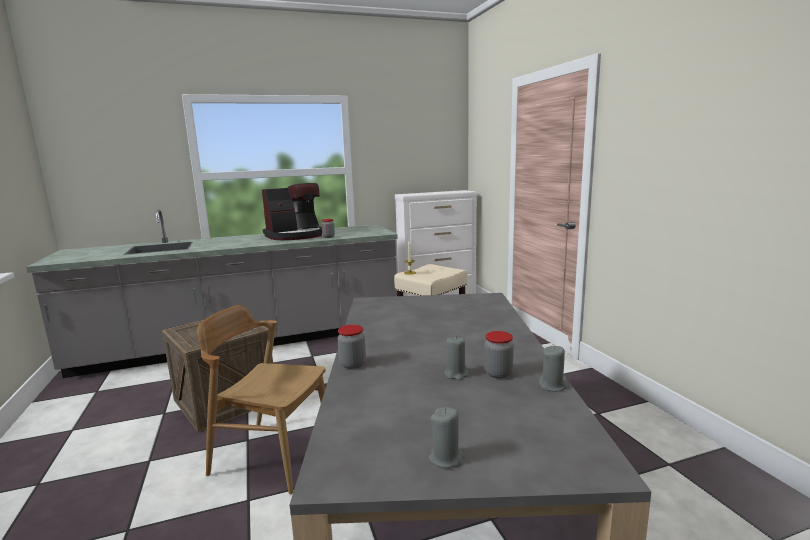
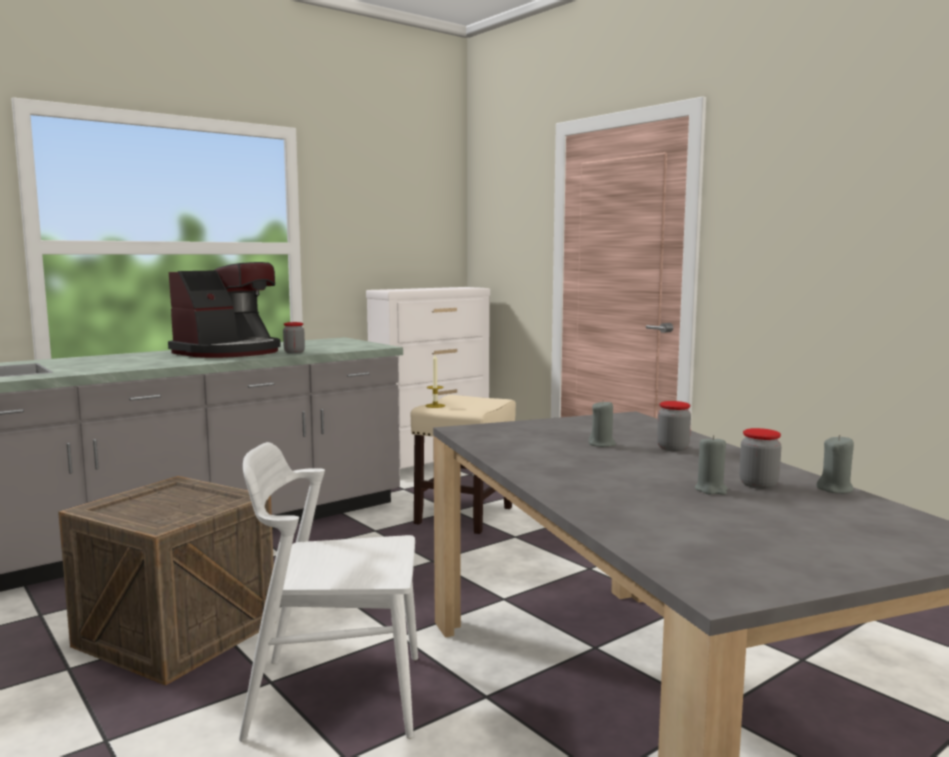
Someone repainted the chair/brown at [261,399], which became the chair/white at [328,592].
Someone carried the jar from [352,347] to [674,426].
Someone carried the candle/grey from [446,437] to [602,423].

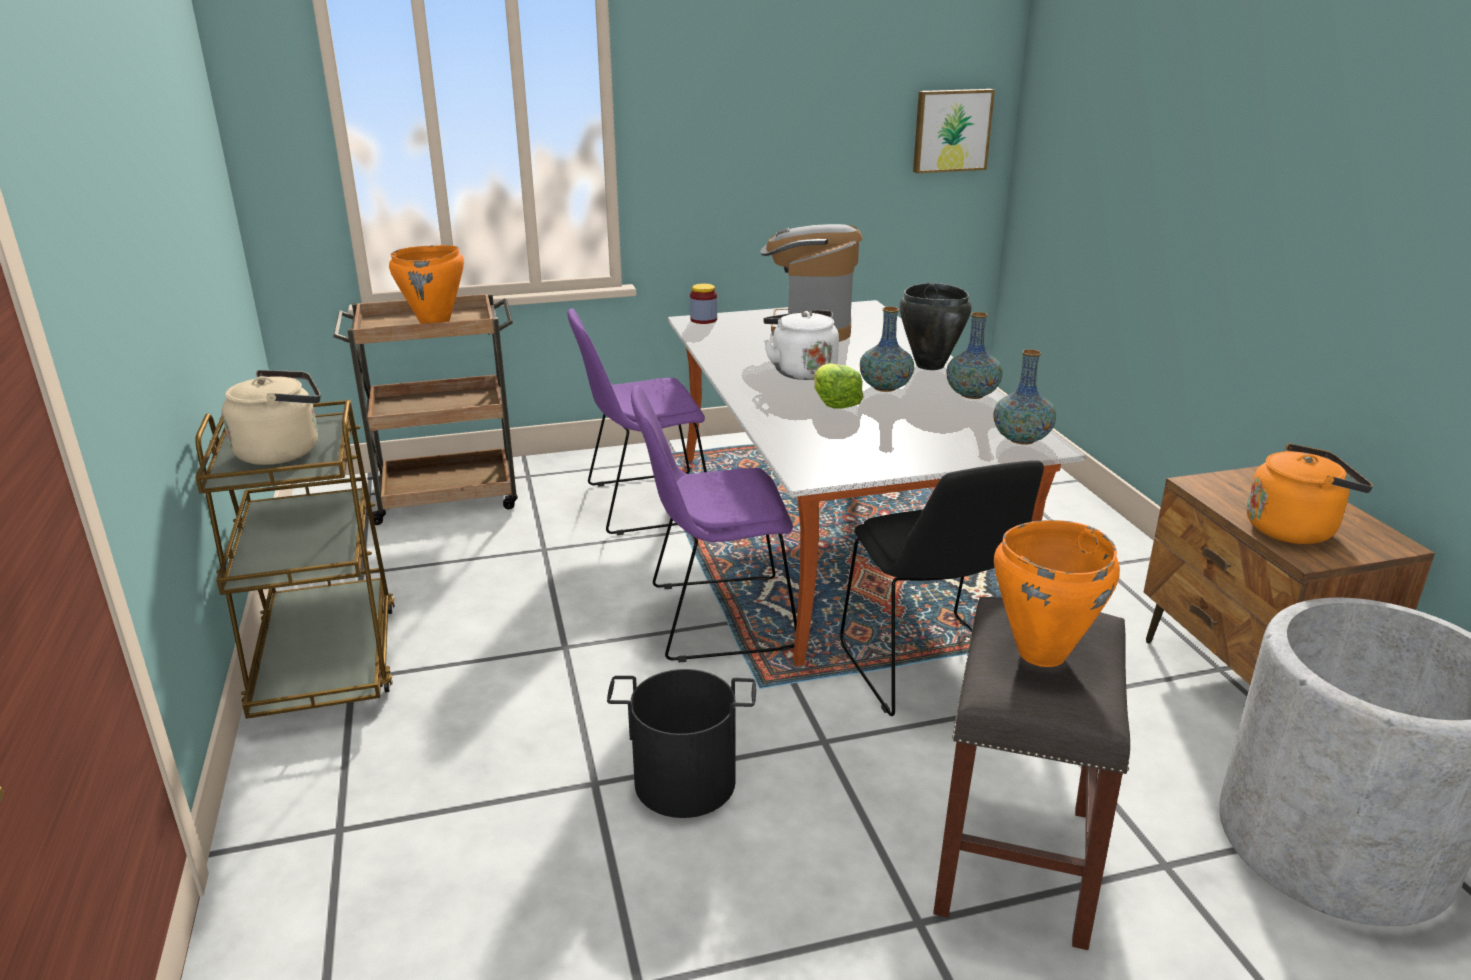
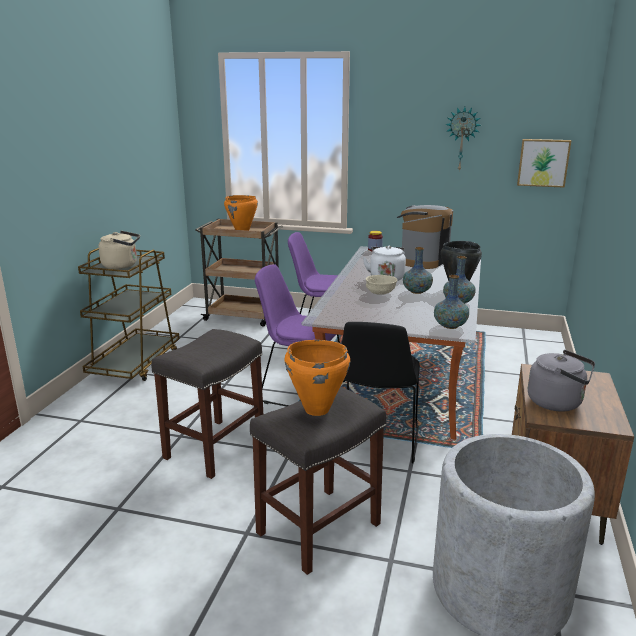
Someone swapped the lettuce at [839,385] for the bowl/beige at [381,285].
Someone repainted the kettle/orange at [1310,494], which became the kettle/grey at [561,380].
Someone swapped the bucket/black at [681,743] for the stool/grey at [207,404].
Someone put up the wall clock at [463,139].

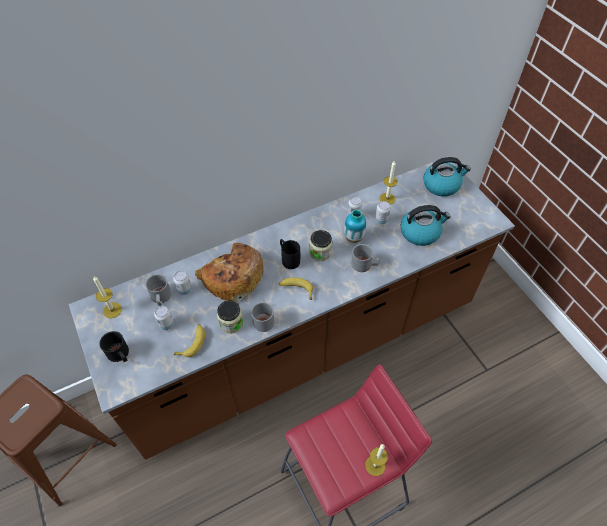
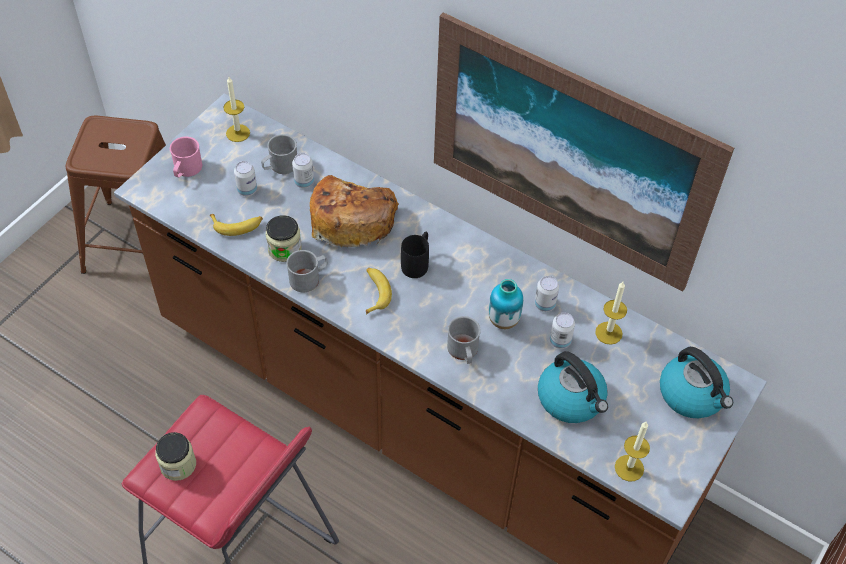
Someone carried the jar from [320,245] to [175,456].
Someone repainted the mug/black at [114,346], which became the mug/pink at [186,157].
Someone carried the candle from [376,460] to [632,451].
Someone put up the picture at [584,152].

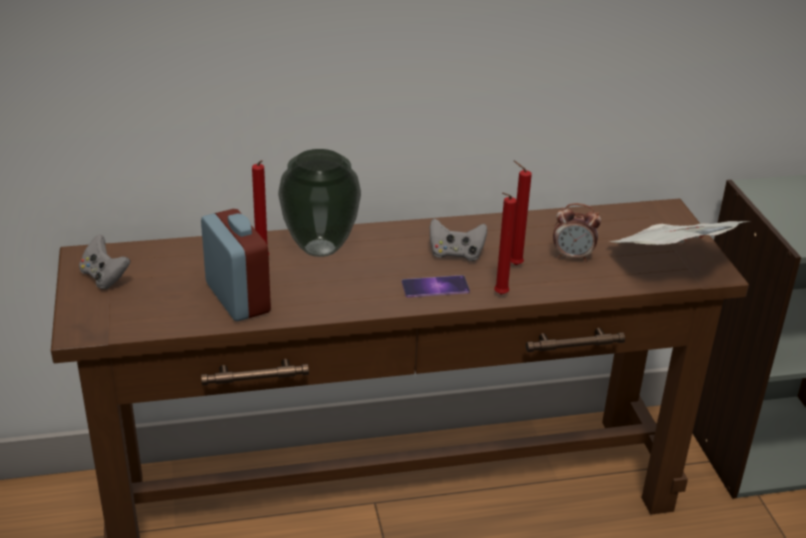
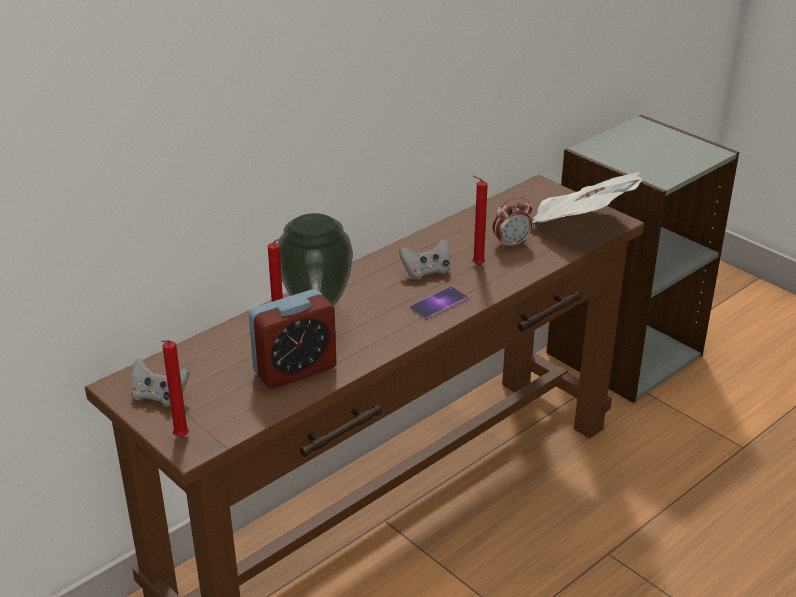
Someone carried the candle/red from [505,243] to [175,388].
Someone rotated the alarm clock at [236,265] by 120 degrees clockwise.

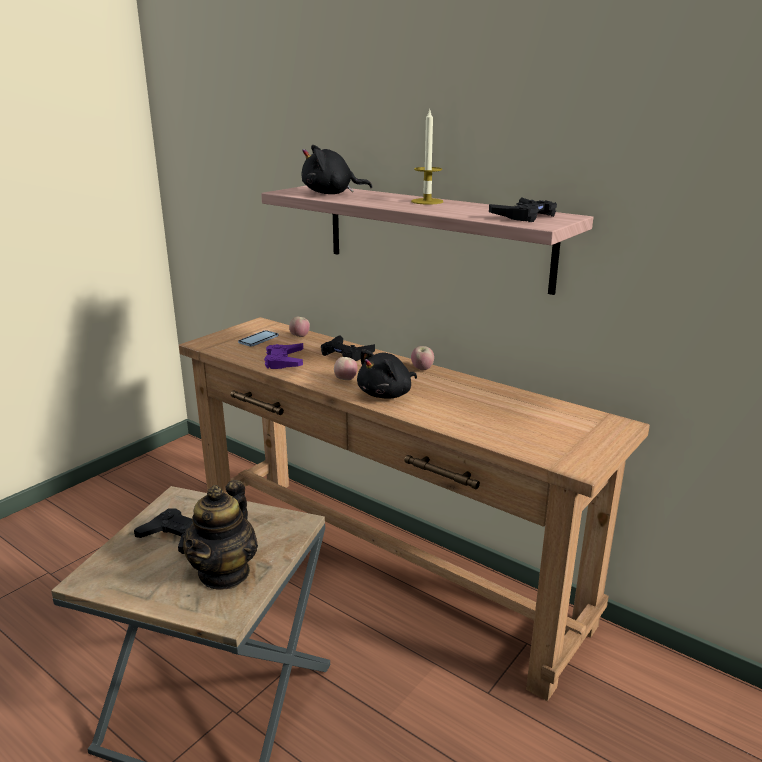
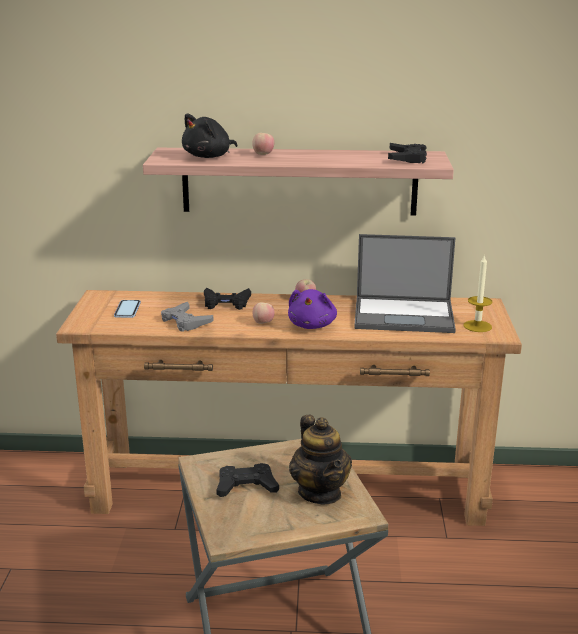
Someone carried the candle from [427,157] to [478,293].
Someone carried the apple from [299,327] to [263,144].
Someone repainted the game controller/purple at [283,356], which became the game controller/grey at [187,317].
Someone repainted the plush toy/black at [387,373], which became the plush toy/purple at [312,309].
Someone put down the laptop at [405,283].

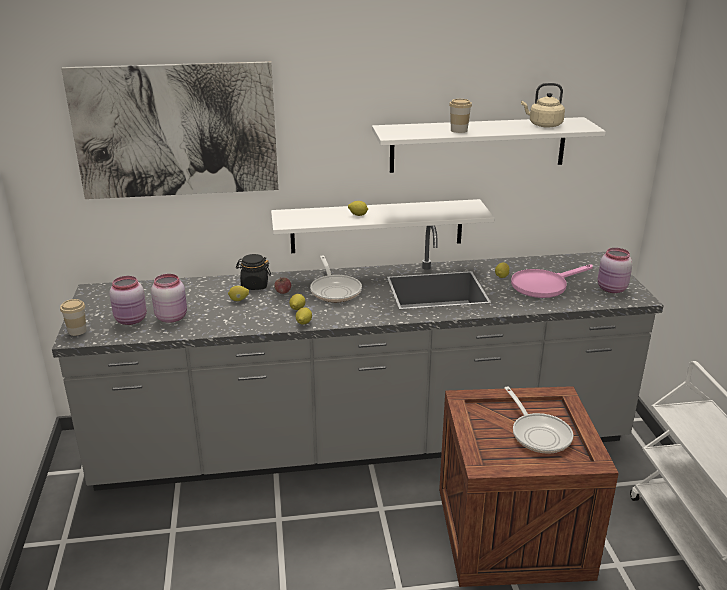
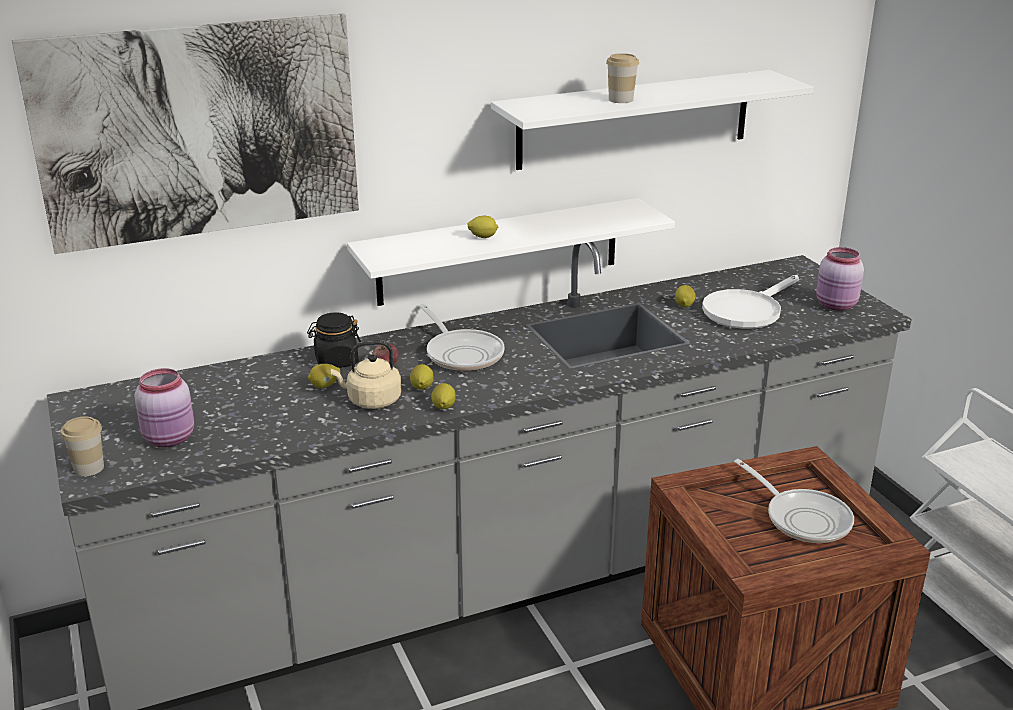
Someone carried the kettle/beige from [543,105] to [365,374].
Someone repainted the frying pan/pink at [552,281], which became the frying pan/white at [750,302].
Someone took away the jar/pink at [169,298].

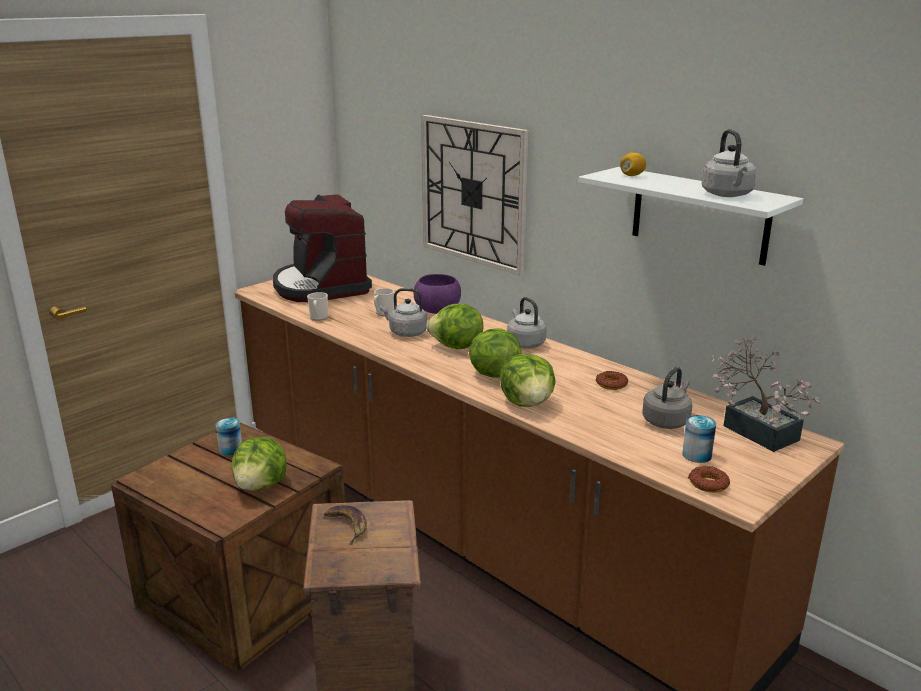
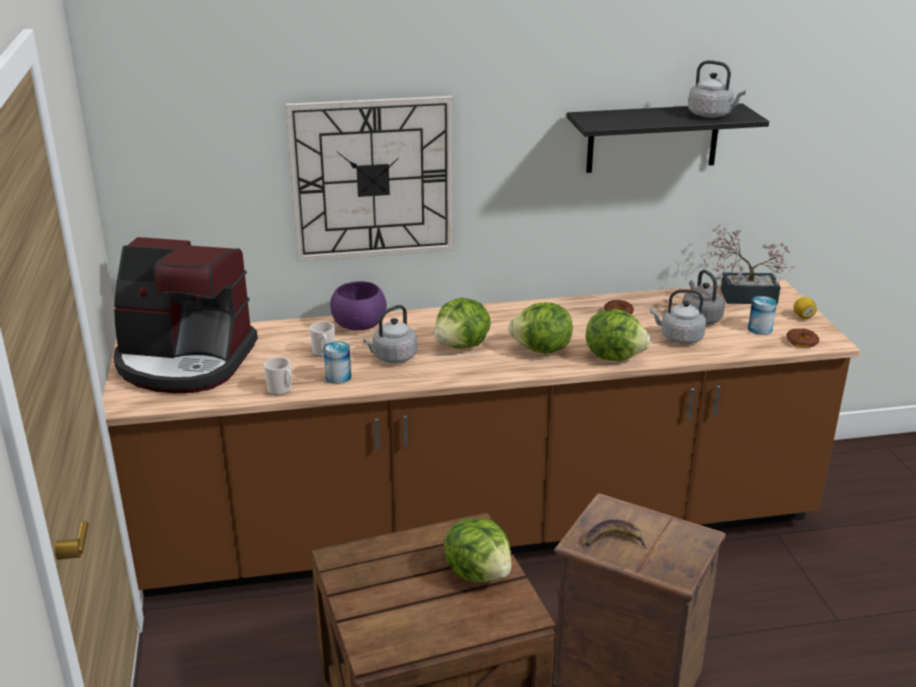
Someone carried the lemon from [633,164] to [805,308].
Someone repainted the shelf/white at [690,216], which became the shelf/black at [668,138].
Someone carried the kettle/grey from [527,322] to [678,316].
Someone carried the can from [229,436] to [337,362].

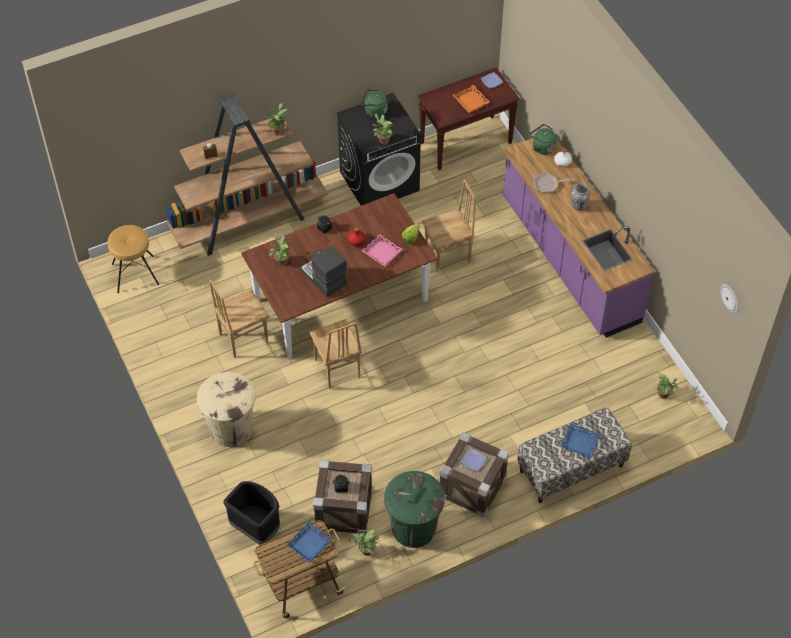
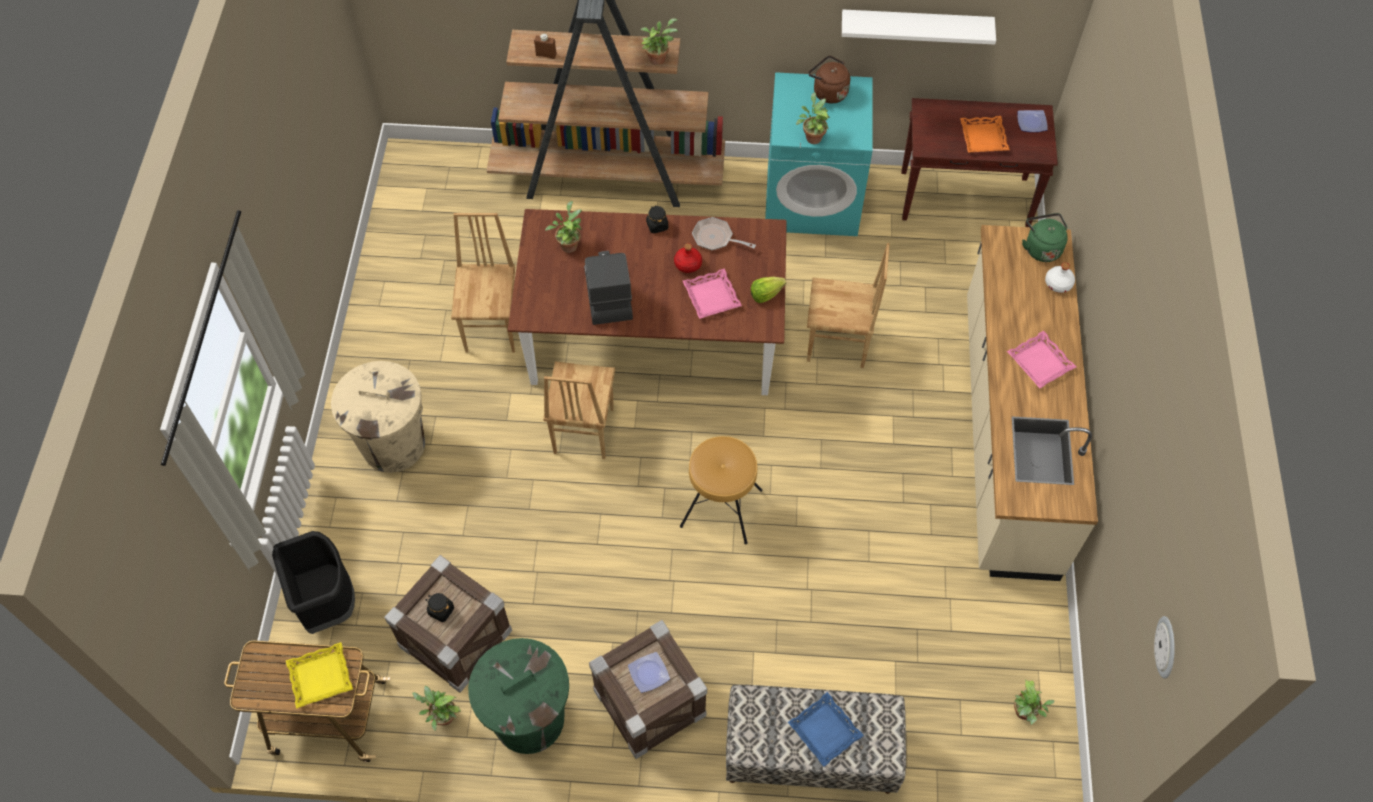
Someone repainted the kettle/green at [374,103], which became the kettle/brown at [829,79].
Someone repainted the washing machine/black at [379,149], which became the washing machine/turquoise at [819,154].
Someone repainted the counter/purple at [579,238], which became the counter/beige at [1032,403].
Someone carried the frying pan from [554,183] to [724,233].
Someone swapped the vase at [580,197] for the tray/pink at [1041,359].
Someone carried the stool/brown from [133,259] to [721,490].
Someone rotated the chair/brown at [239,318] by 90 degrees clockwise.
Someone repainted the tray/blue at [309,542], which became the tray/yellow at [319,675].
Someone put up the shelf/white at [919,27].

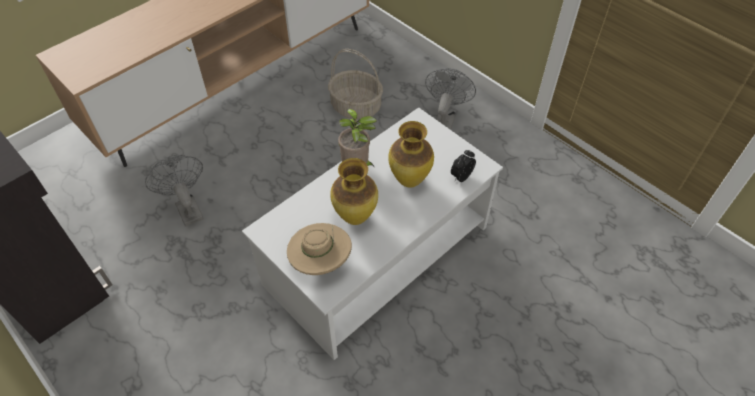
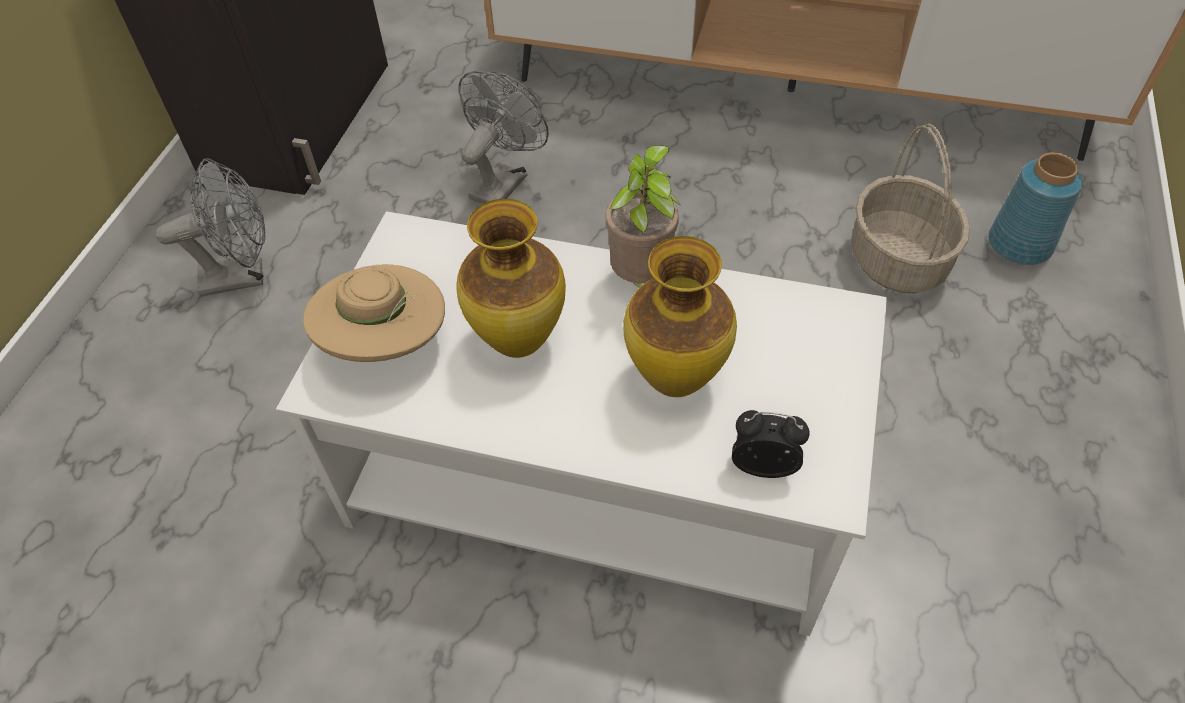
Someone carried the fan/grey from [450,99] to [211,227].
Someone put down the vase/blue at [1035,208].

